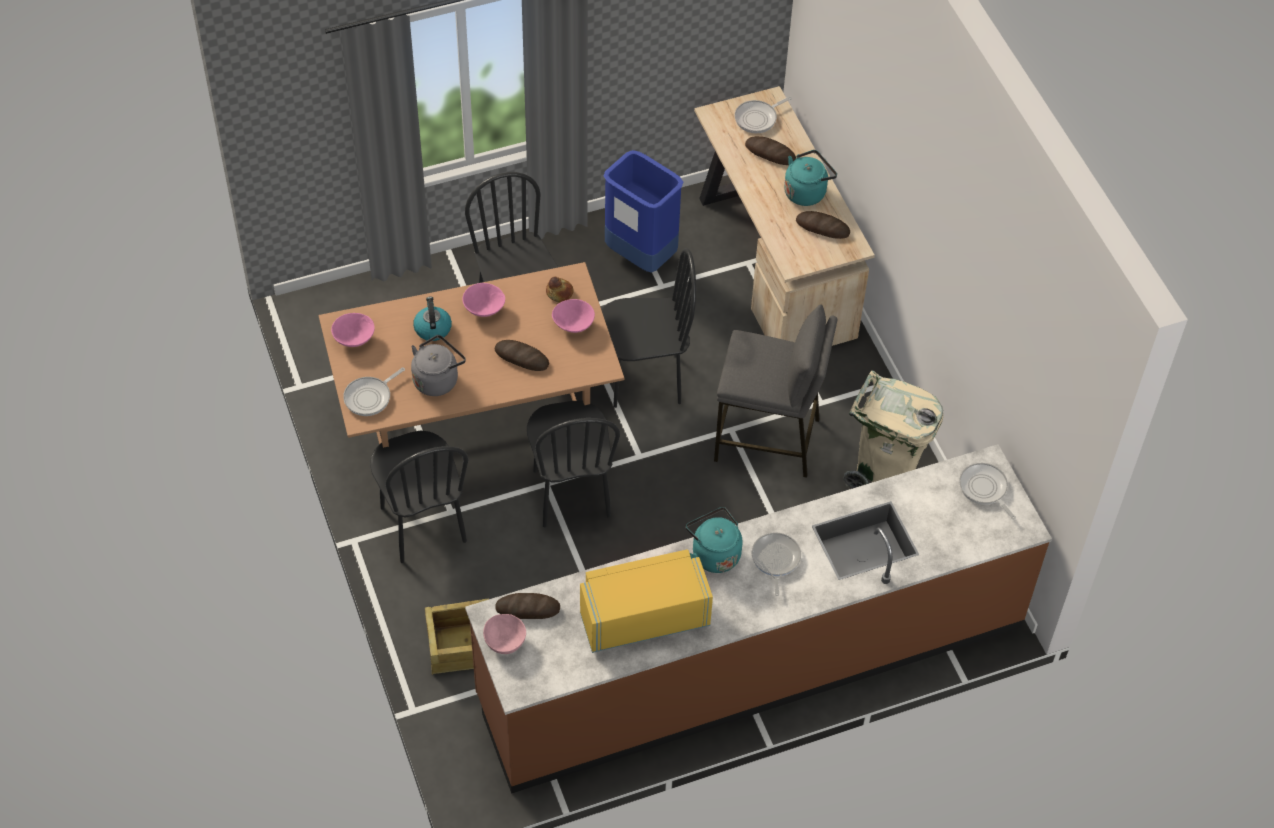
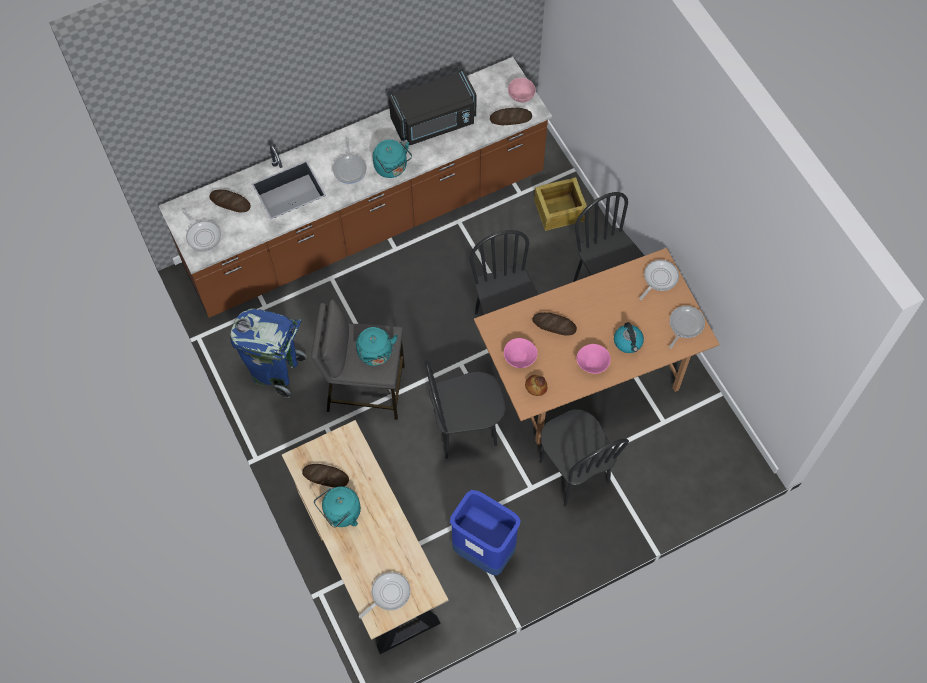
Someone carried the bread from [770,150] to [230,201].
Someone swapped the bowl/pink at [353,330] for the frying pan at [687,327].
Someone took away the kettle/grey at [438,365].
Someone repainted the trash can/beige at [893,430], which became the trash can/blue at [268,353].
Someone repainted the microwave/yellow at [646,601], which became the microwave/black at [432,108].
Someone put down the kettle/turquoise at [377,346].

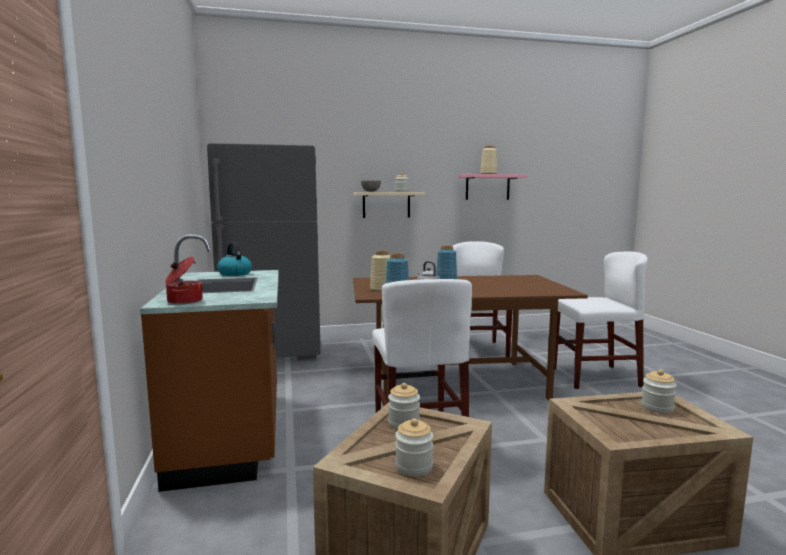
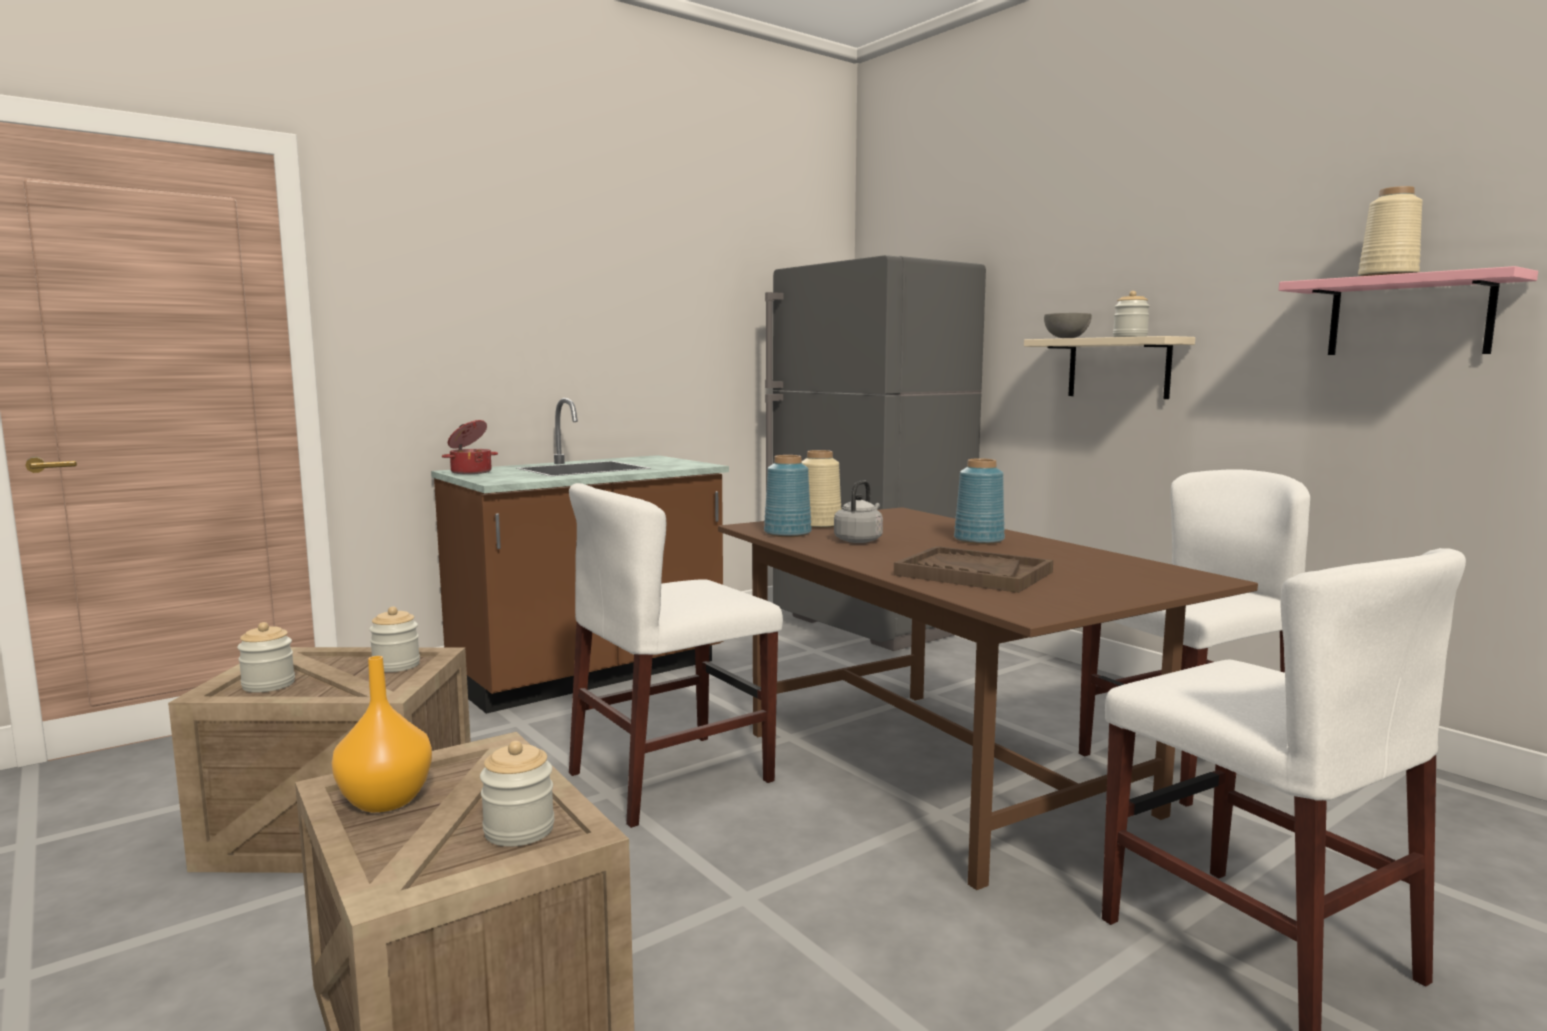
Someone took away the kettle at [234,259].
Someone put down the tray/brown at [973,569].
Someone put down the vase/orange at [382,734].

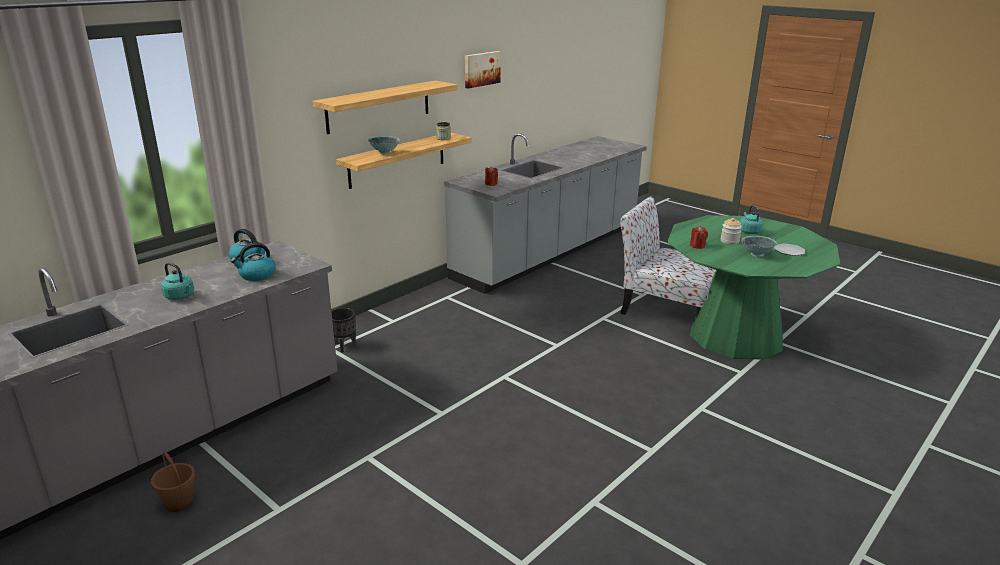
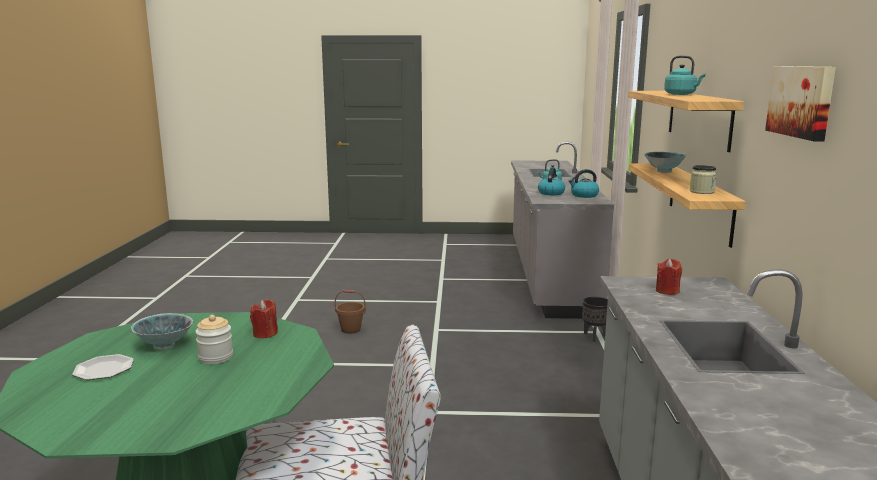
Someone carried the kettle/turquoise from [751,219] to [685,75].
Someone carried the bucket/brown from [173,482] to [350,312].

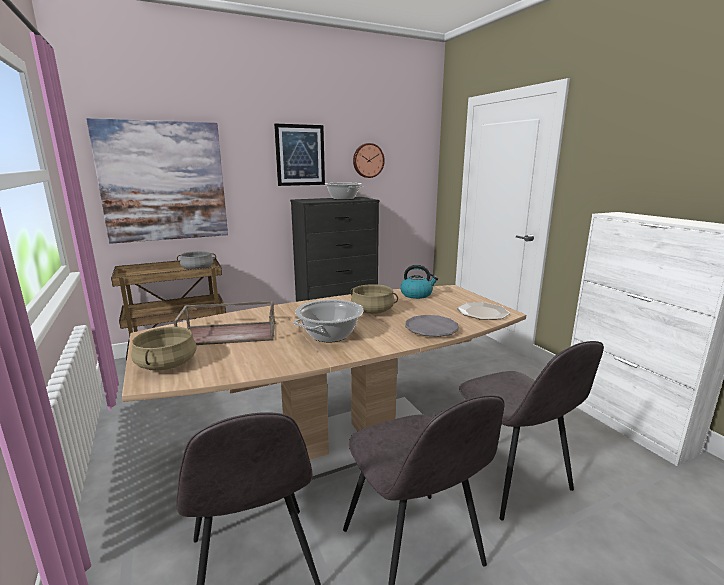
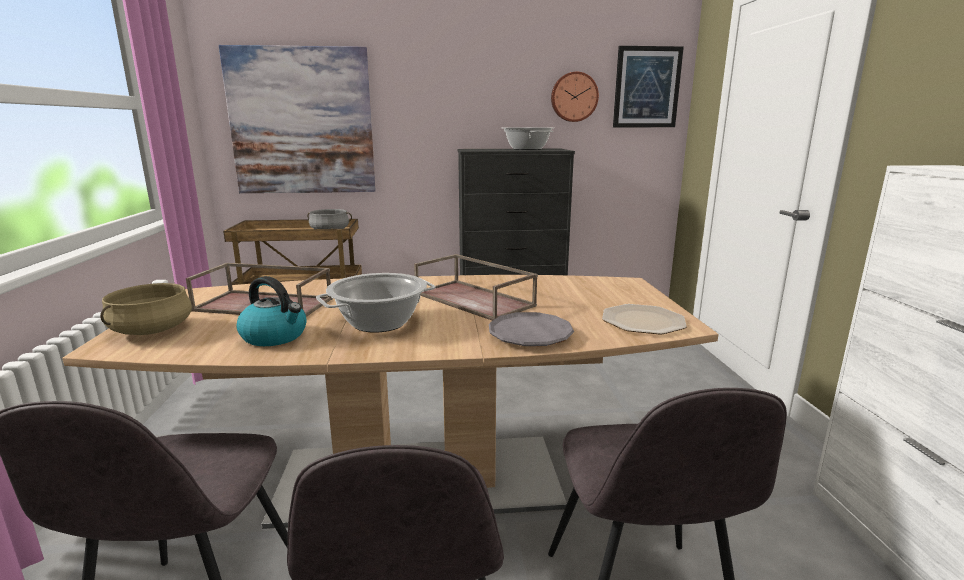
Someone carried the picture from [299,155] to [648,86].
Someone carried the kettle from [419,282] to [271,311].
Someone swapped the cooking pot/beige at [374,299] for the tray/brown at [476,287].

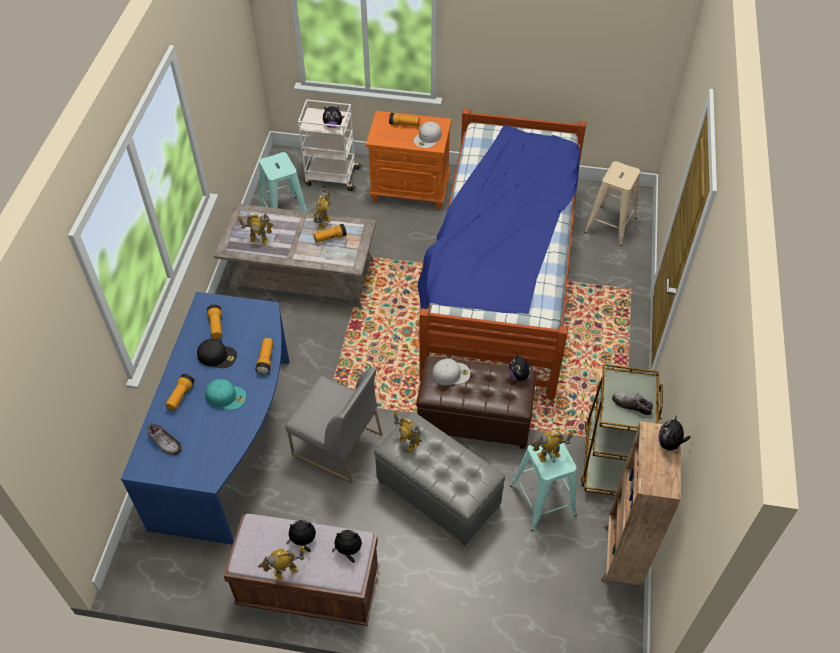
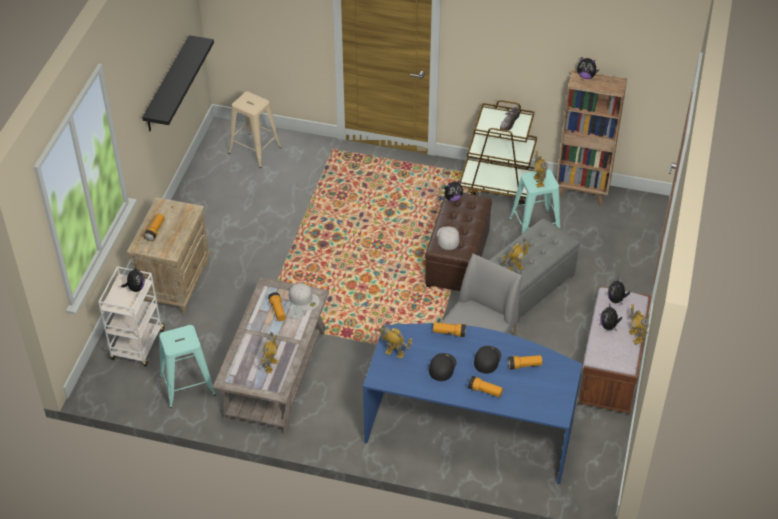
Someone took away the bed at [502,254].
Someone repainted the nightstand/orange at [408,160], which became the nightstand/beige at [169,255].
Someone carried the cap/white from [428,134] to [304,297].
Someone carried the toy robot from [322,209] to [395,341].
Someone carried the flashlight from [214,321] to [525,362].
Someone repainted the cap/turquoise at [225,394], which became the cap/black at [487,360].
Someone took away the shoe at [164,439].
Someone put up the shelf/black at [178,83].

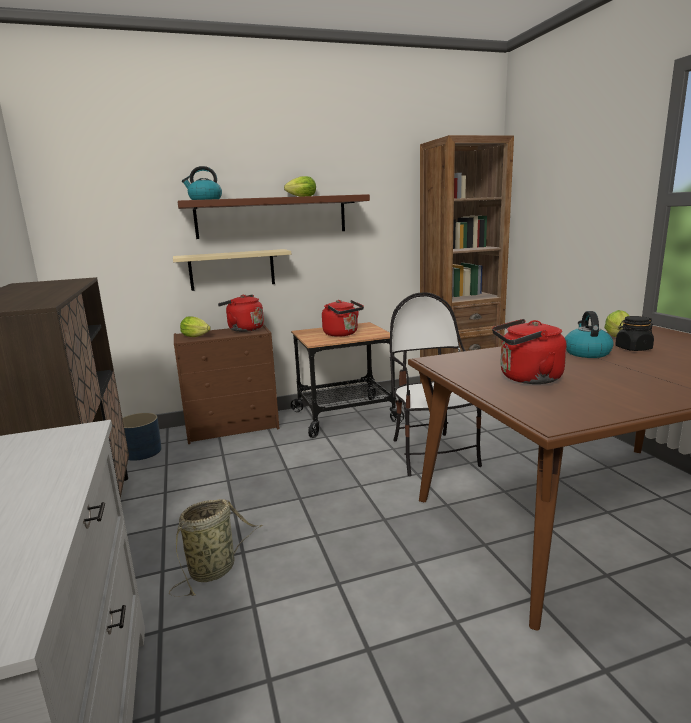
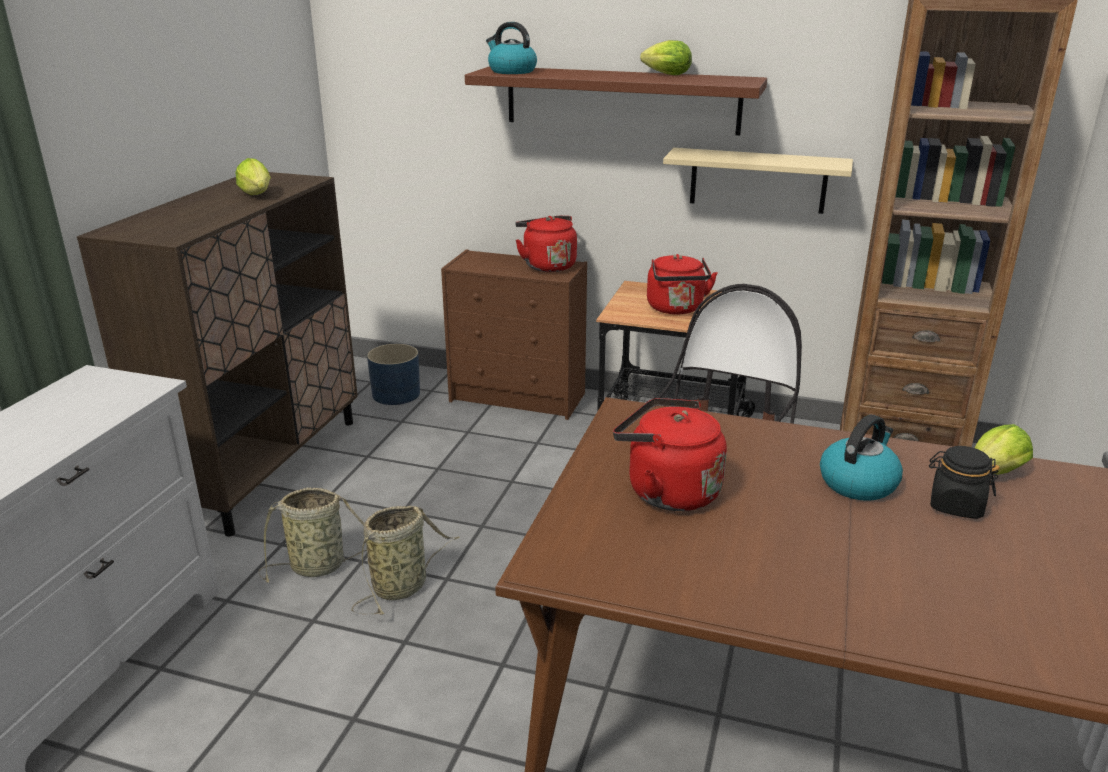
Someone carried the shelf/beige from [232,270] to [758,181].
Someone carried the lettuce from [195,327] to [253,176].
Someone put down the basket at [405,560].

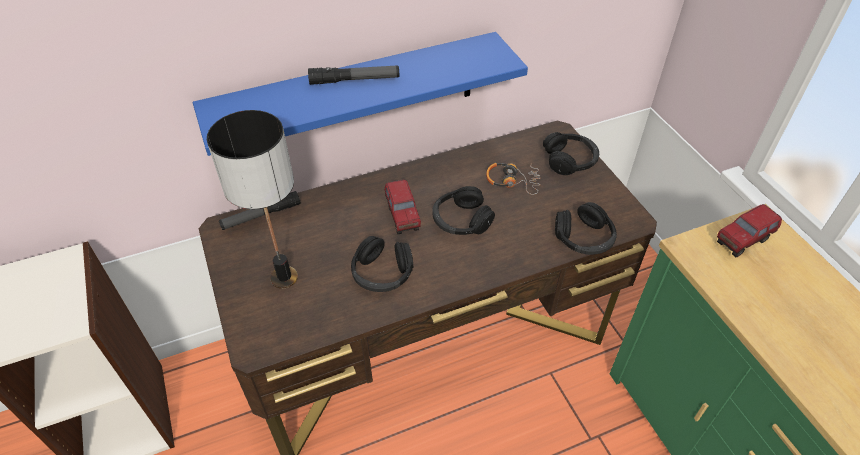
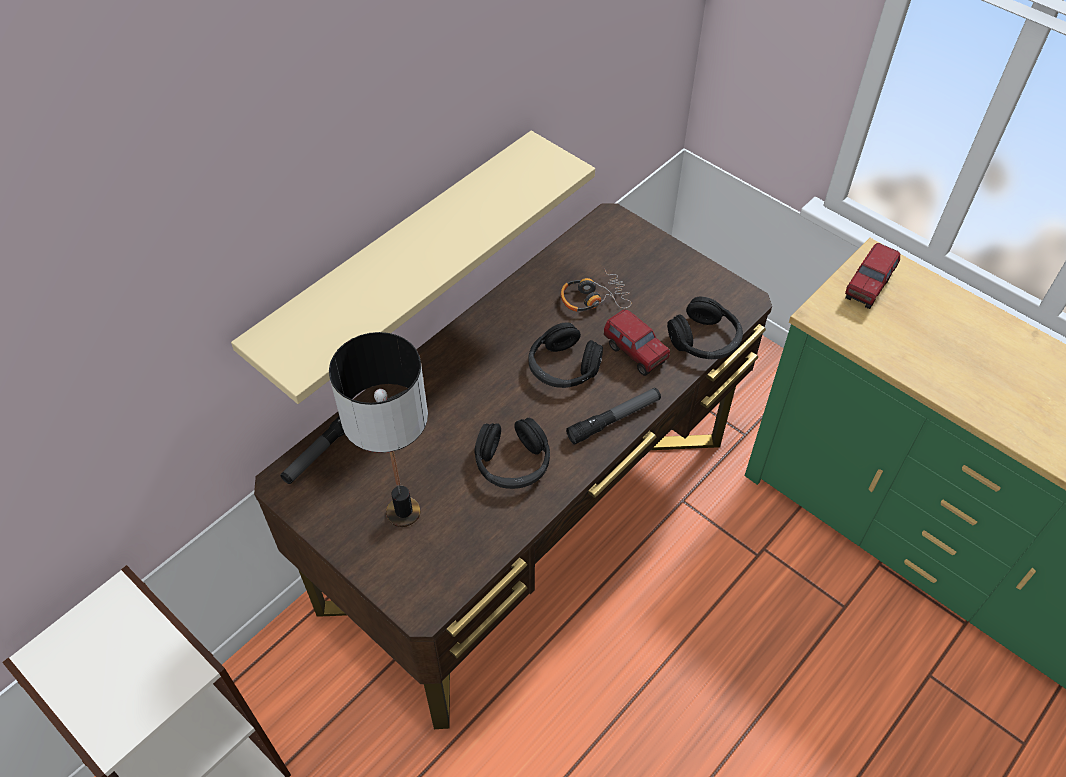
Someone repainted the shelf/blue at [360,94], which became the shelf/beige at [413,267].
Someone carried the flashlight from [353,75] to [613,416].
Someone took away the headphones/black at [571,153].
Someone carried the toy truck from [402,206] to [636,342].

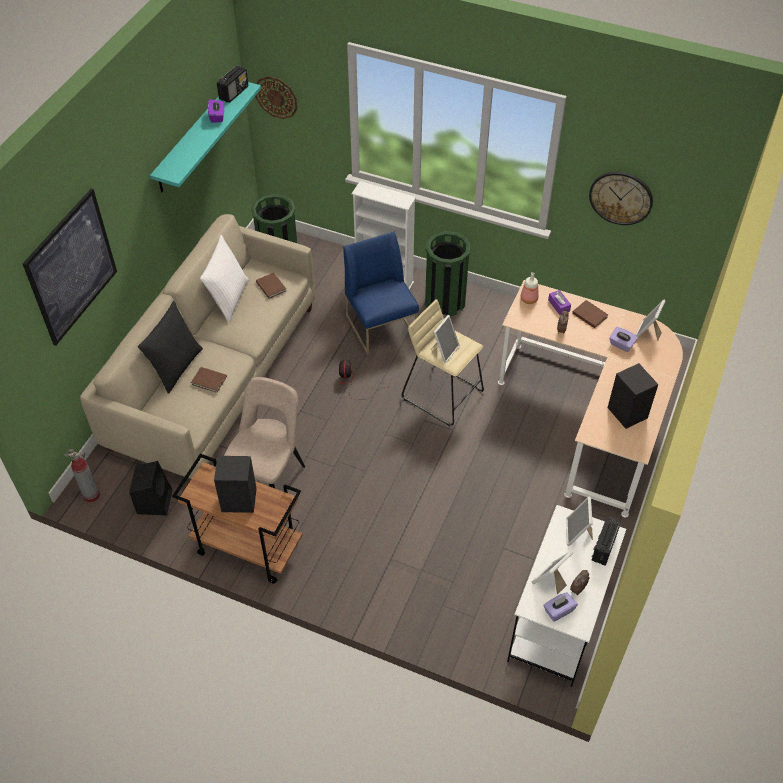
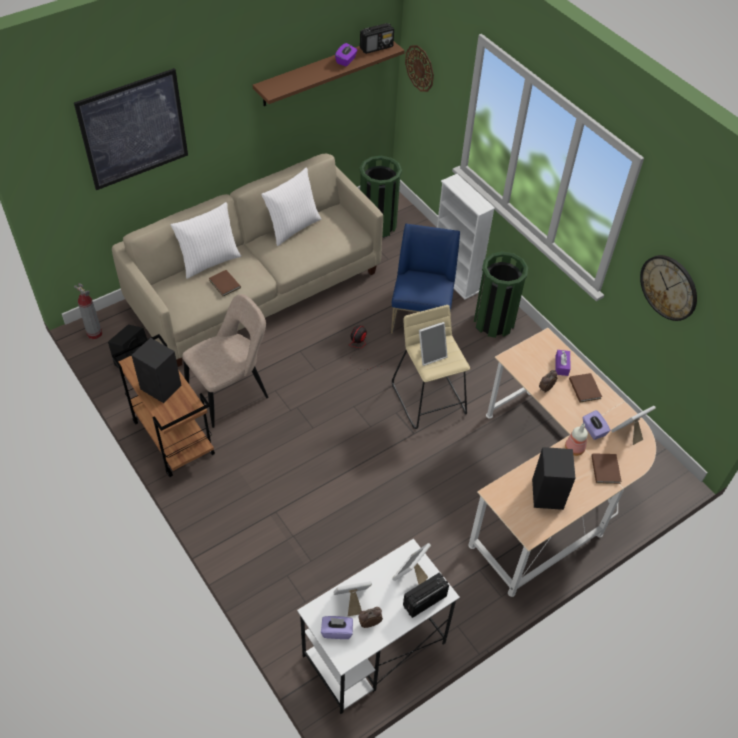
Someone repainted the shelf/turquoise at [205,137], which became the shelf/brown at [329,74].
Someone carried the bottle from [529,288] to [576,439].
Someone carried the book/brown from [271,286] to [606,468].
Someone repainted the pillow/black at [170,347], which became the pillow/white at [206,240].

